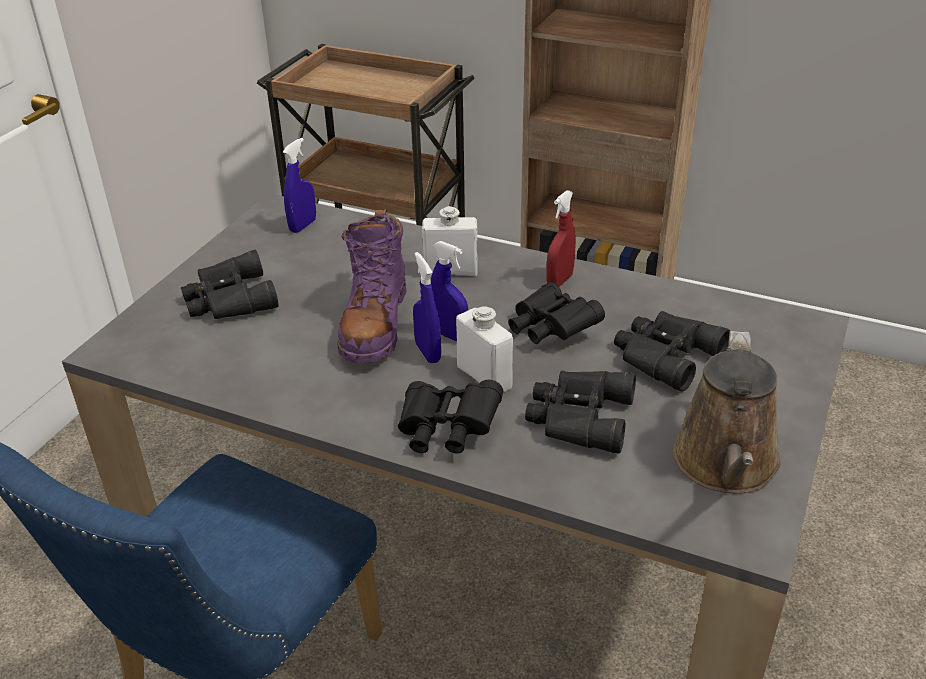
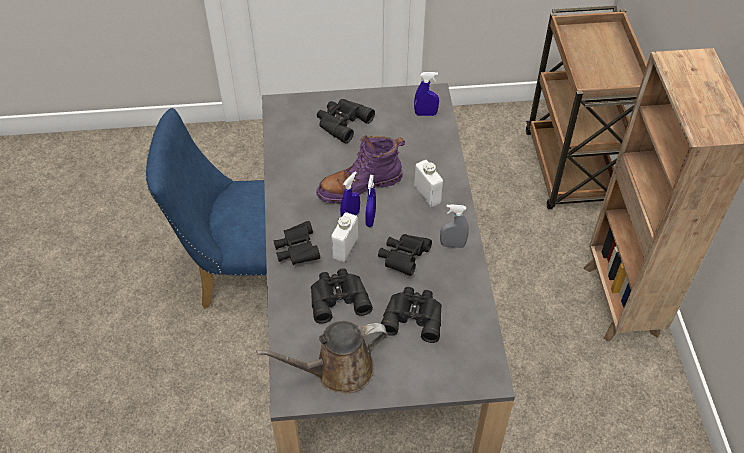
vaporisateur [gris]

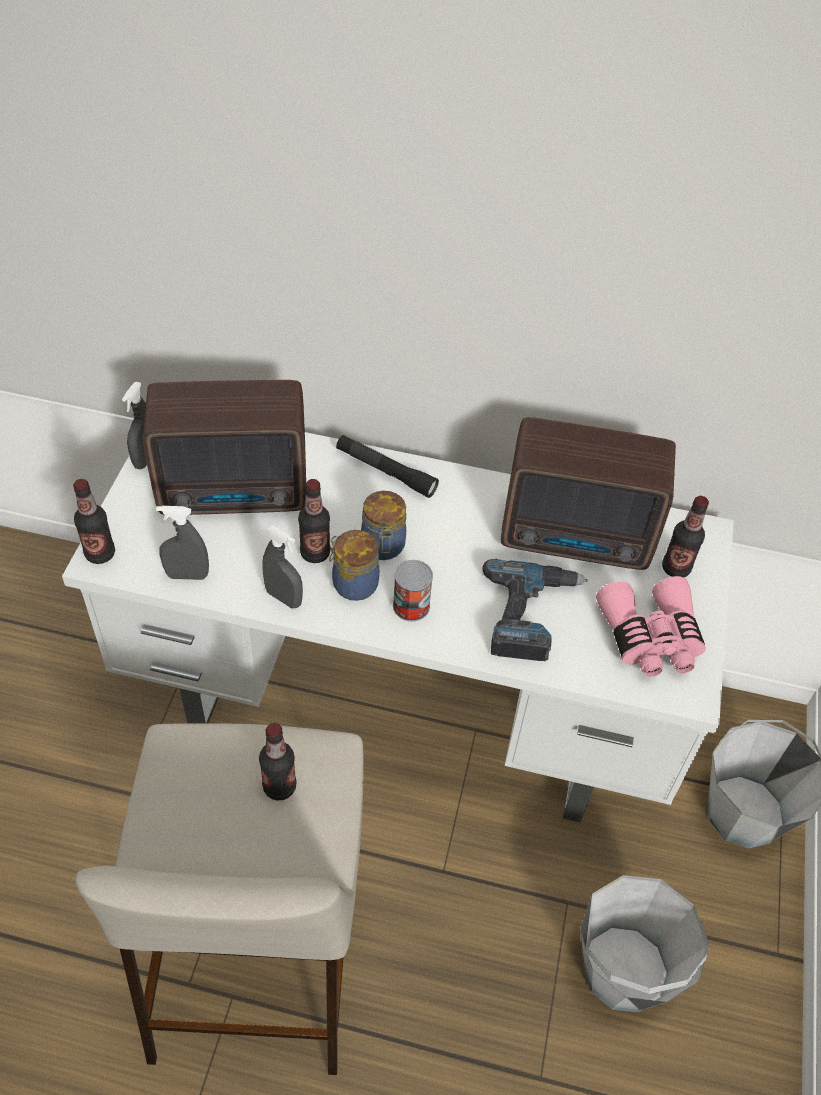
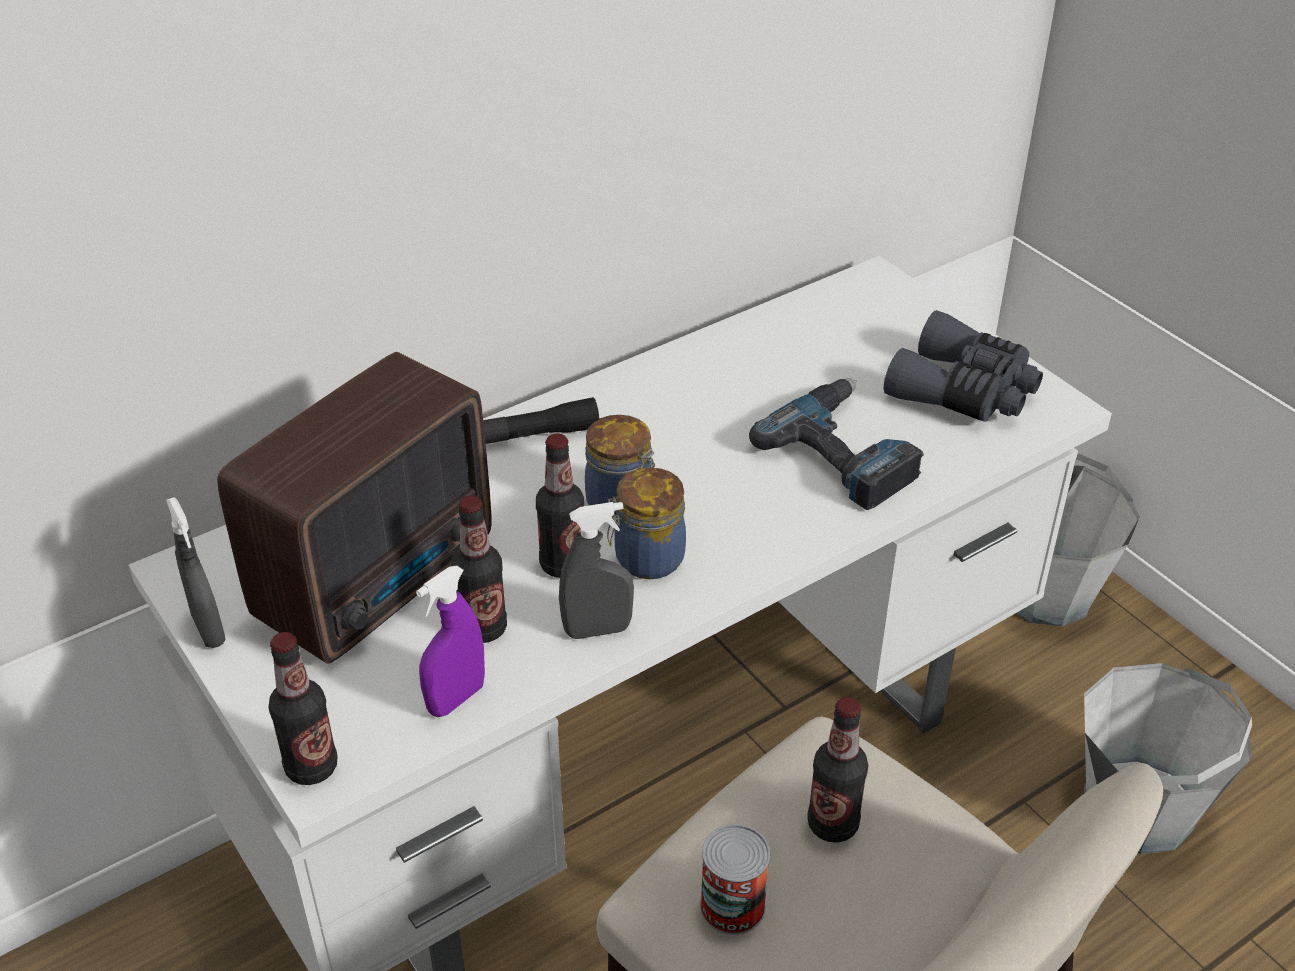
radio (no. 2 from left in the first image)
bouteille (no. 2 from left)
vaporisateur [violet]
boîte métallique
jumelles [gris]

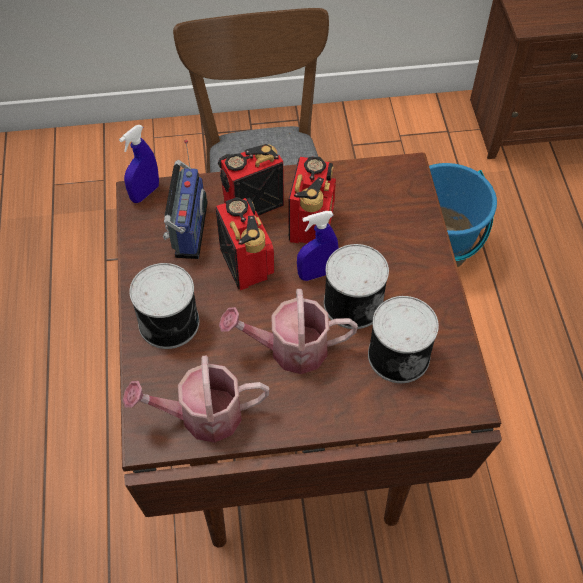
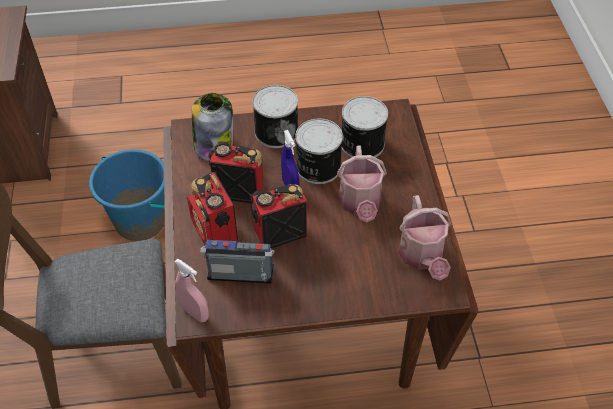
vaporisateur [rose]
boîte métallique (no. 1 from left)
bocal

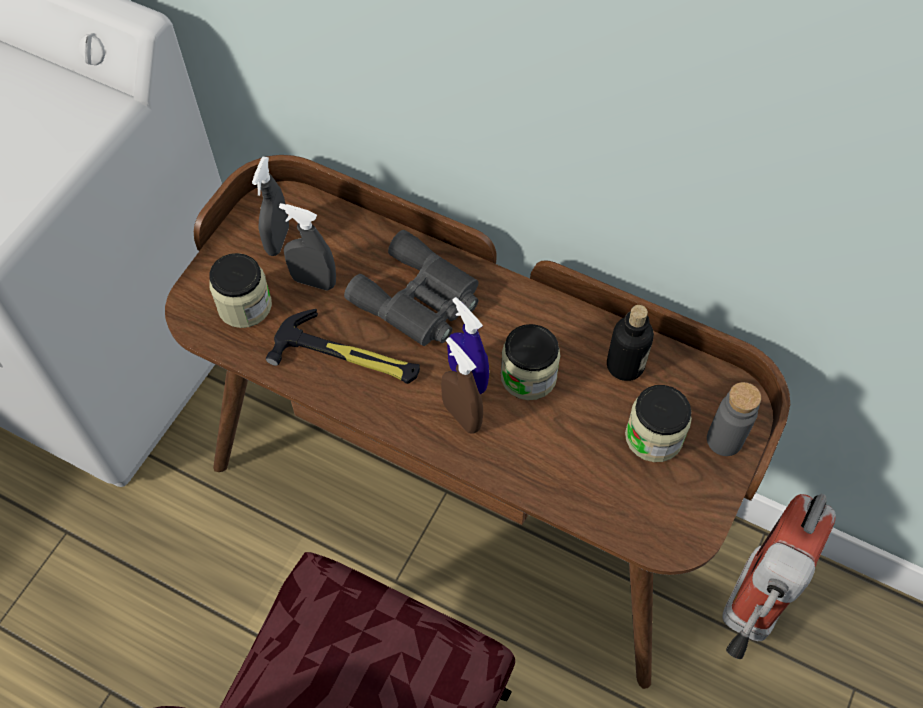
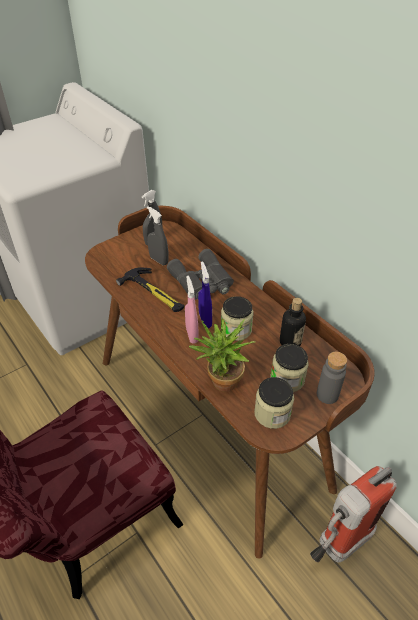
bocal (no. 2 from left)
vaporisateur [rose]
plante en pot

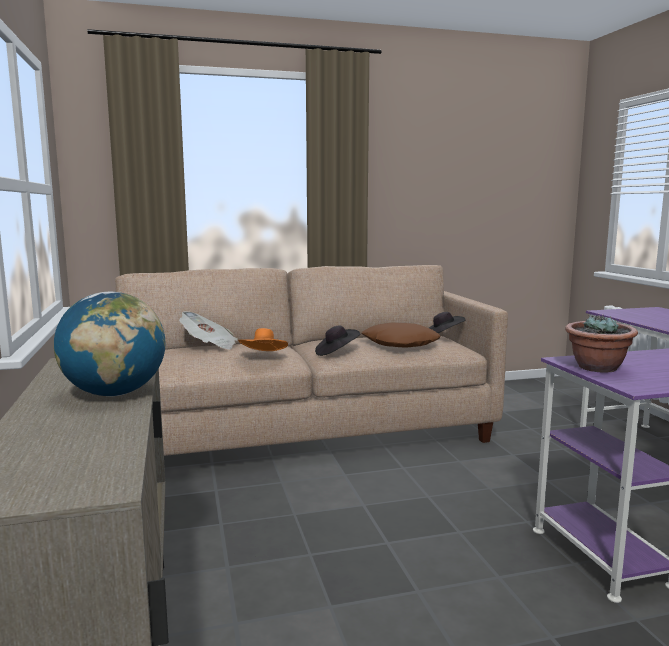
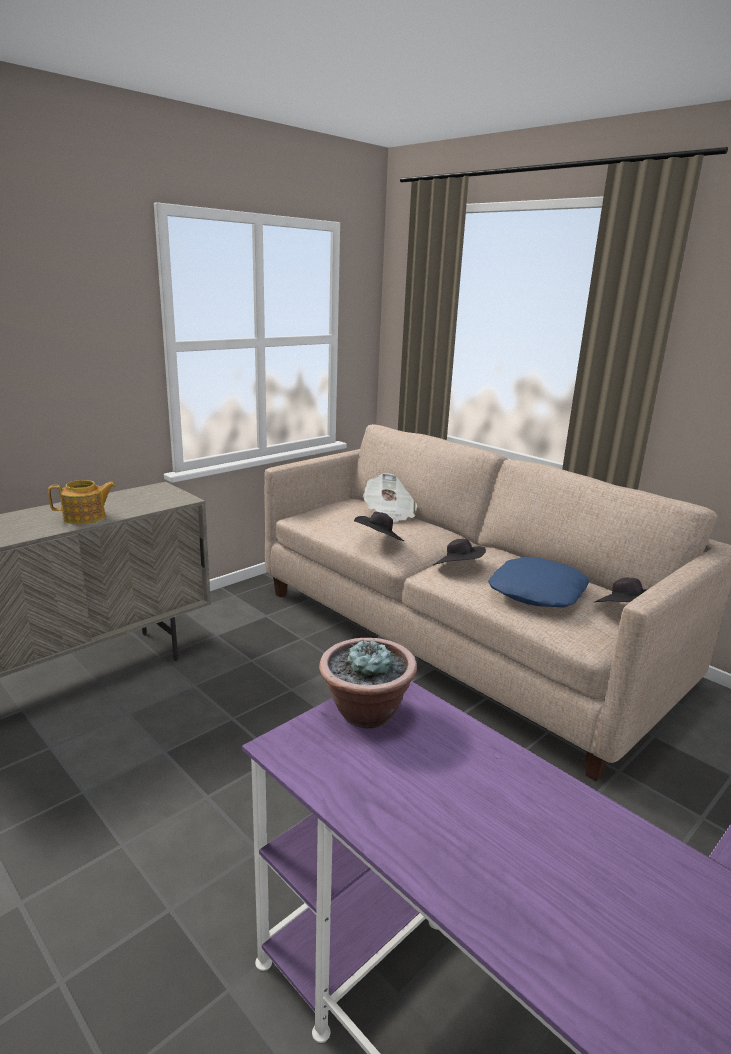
théière
coussin [bleu]
chapeau [noir] (no. 1 from left)

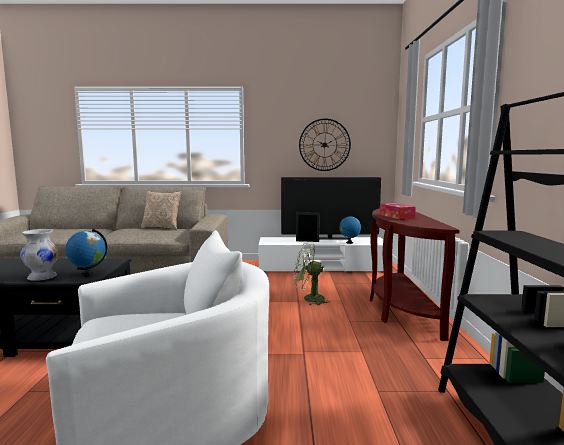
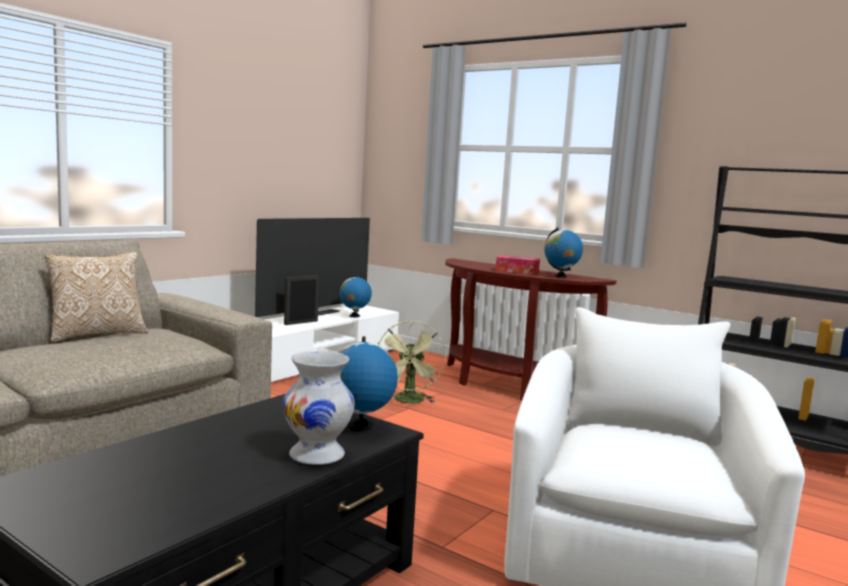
horloge murale
ventilateur [vert]
globe (no. 3 from left)

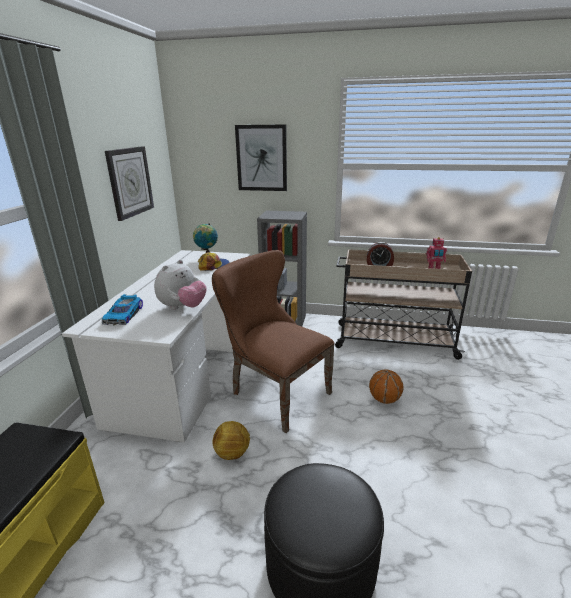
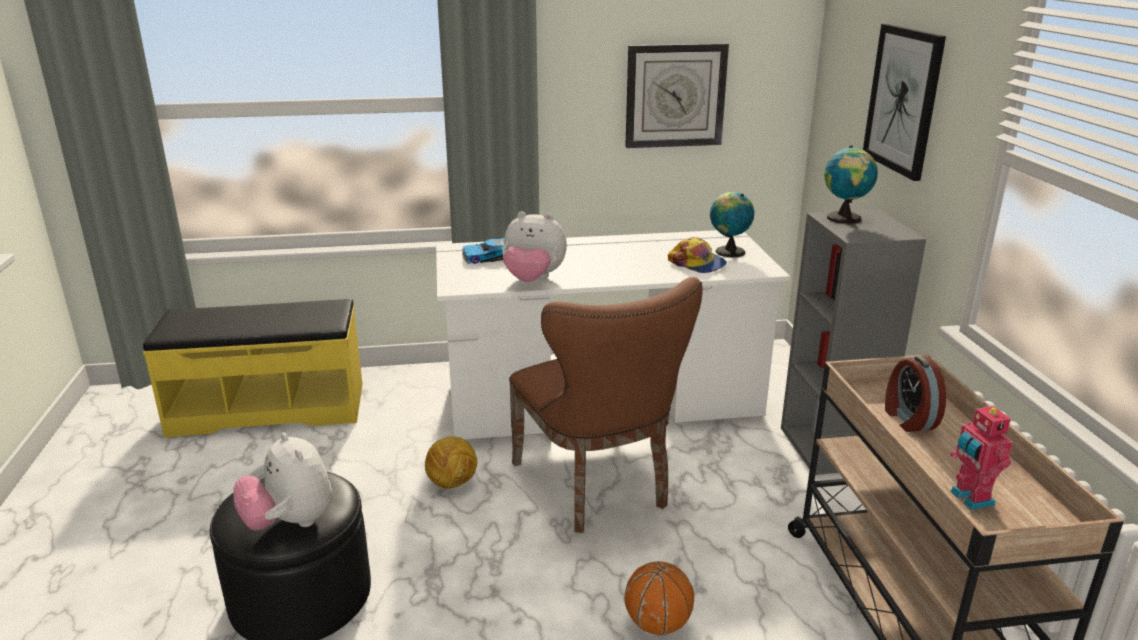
chaise [marron]
globe (no. 2 from left)
peluche (no. 1 from left)

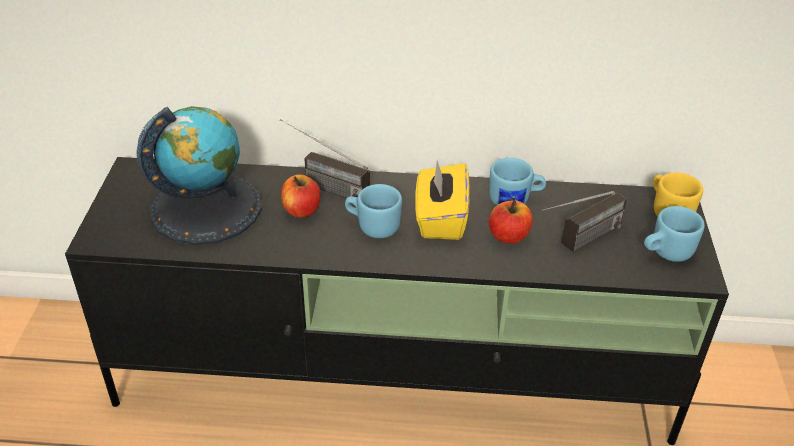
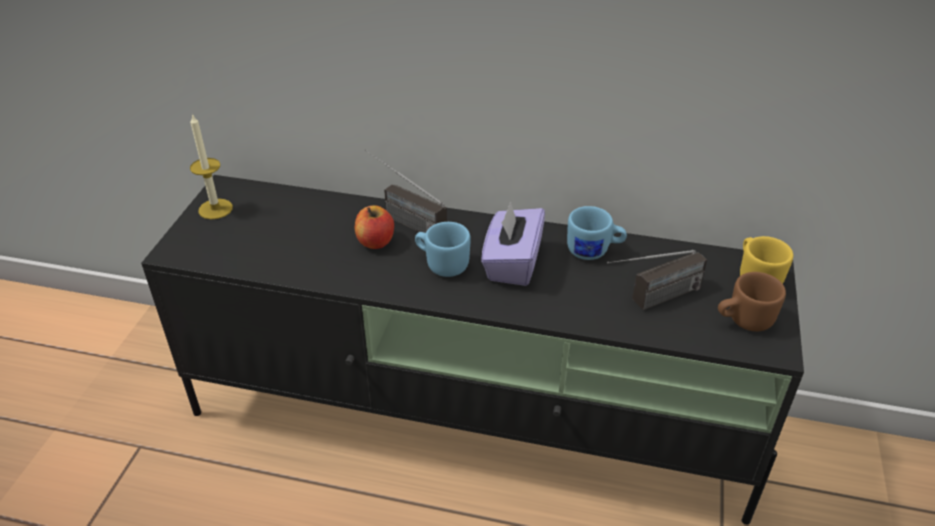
globe
boîte à mouchoirs [violet]
pomme (no. 2 from left in the first image)
mug [marron]
bougie

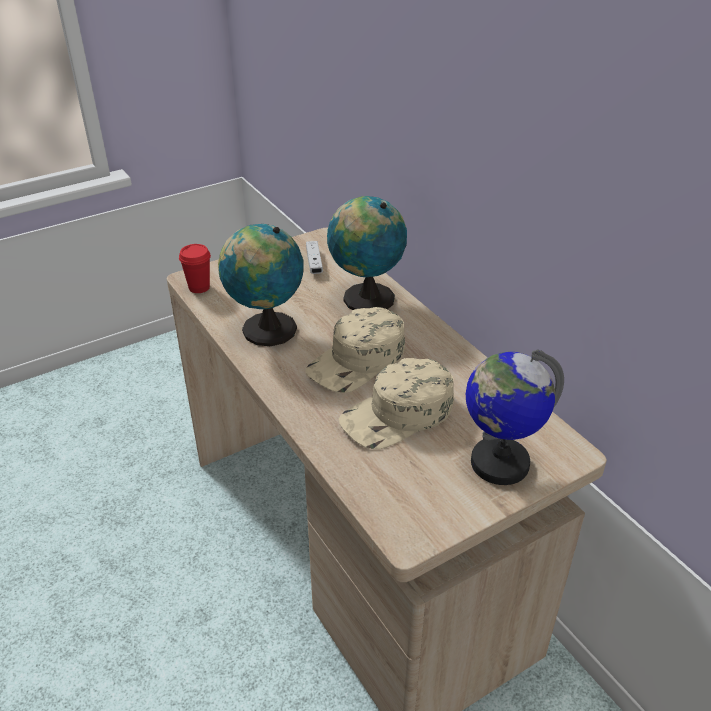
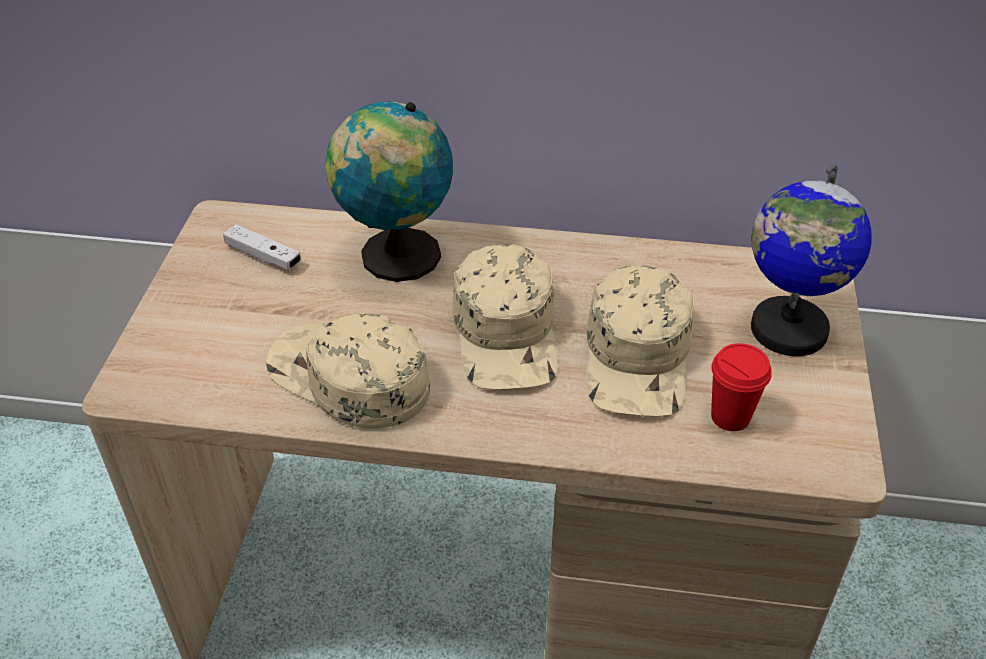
casquette [beige] (no. 1 from left)
tasse [rouge]

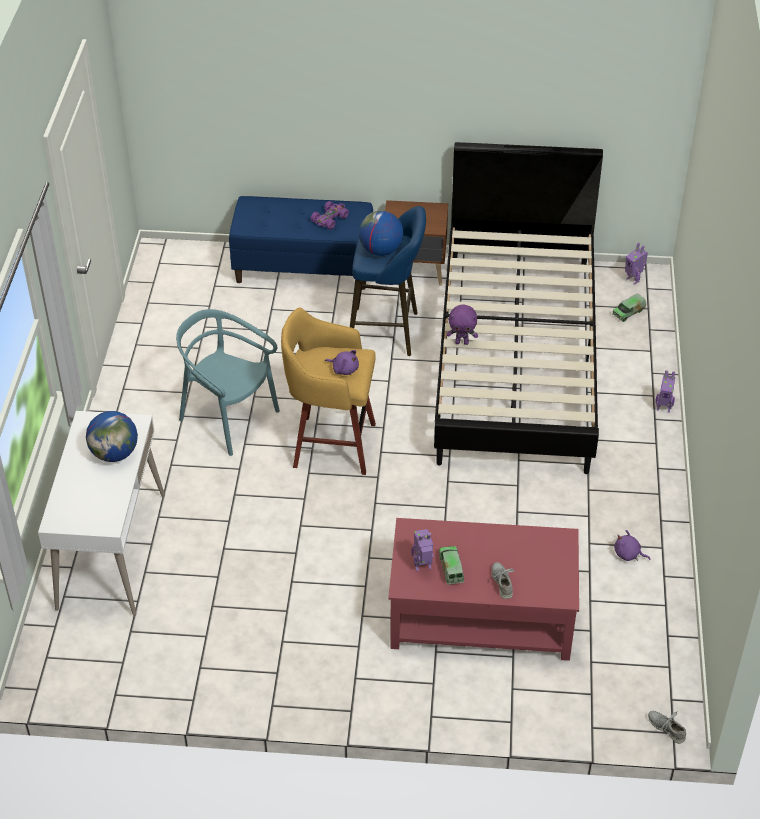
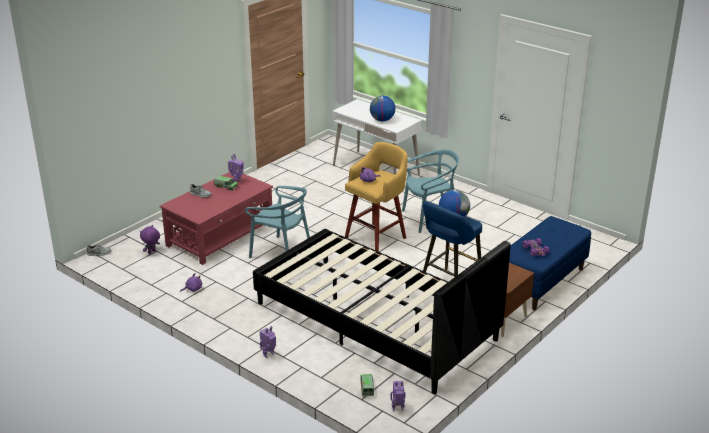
peluche [violet] (no. 1 from left)
chaise [turquoise] (no. 1 from left)

